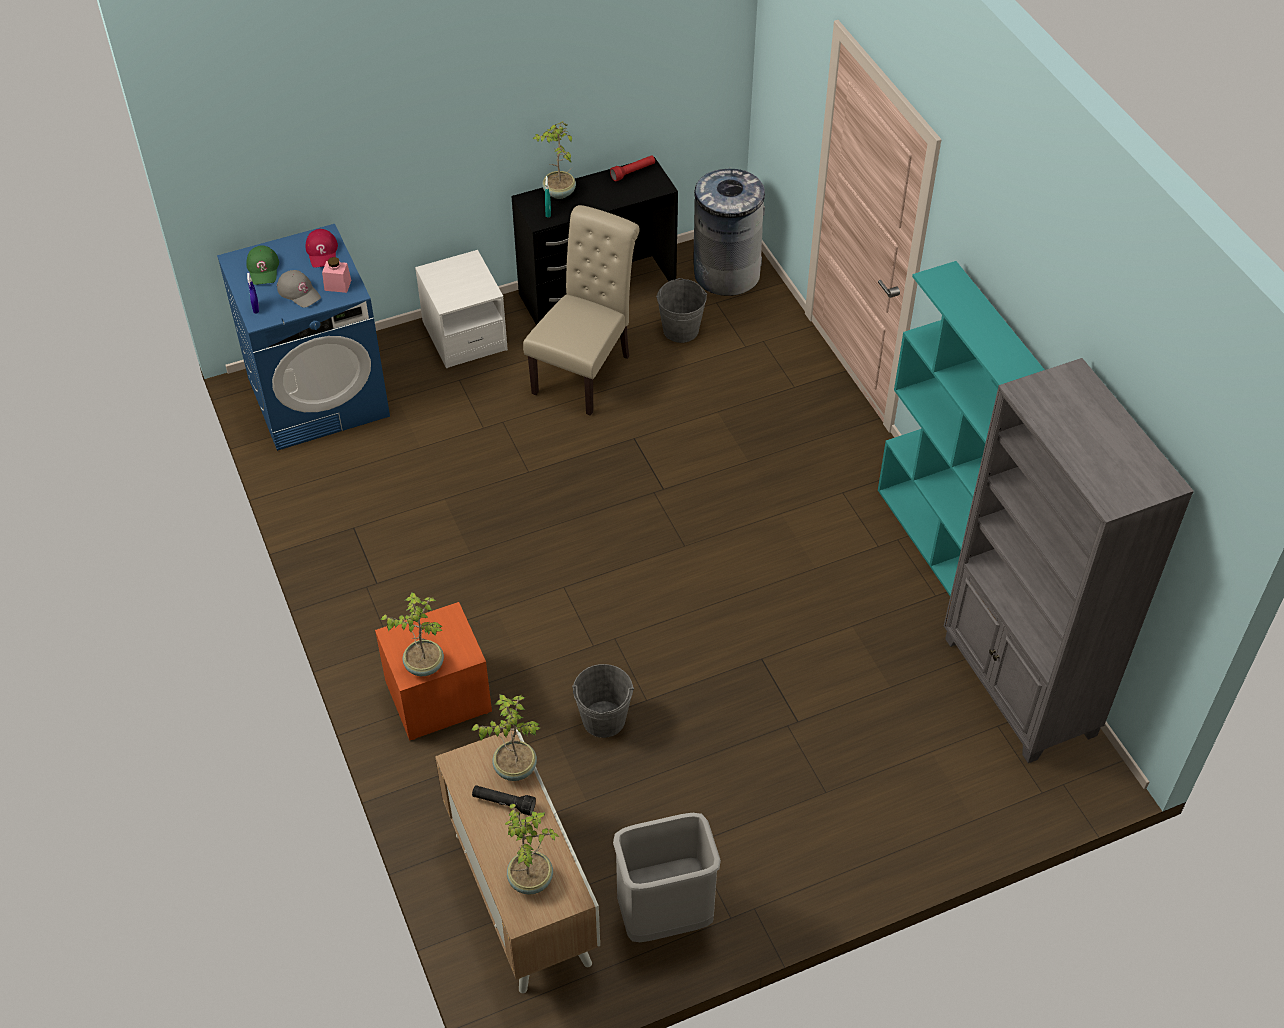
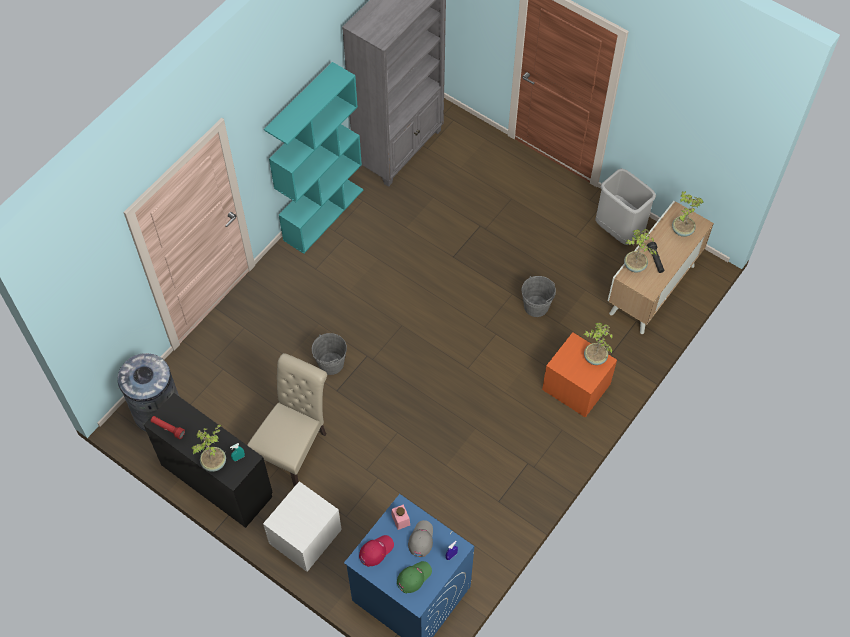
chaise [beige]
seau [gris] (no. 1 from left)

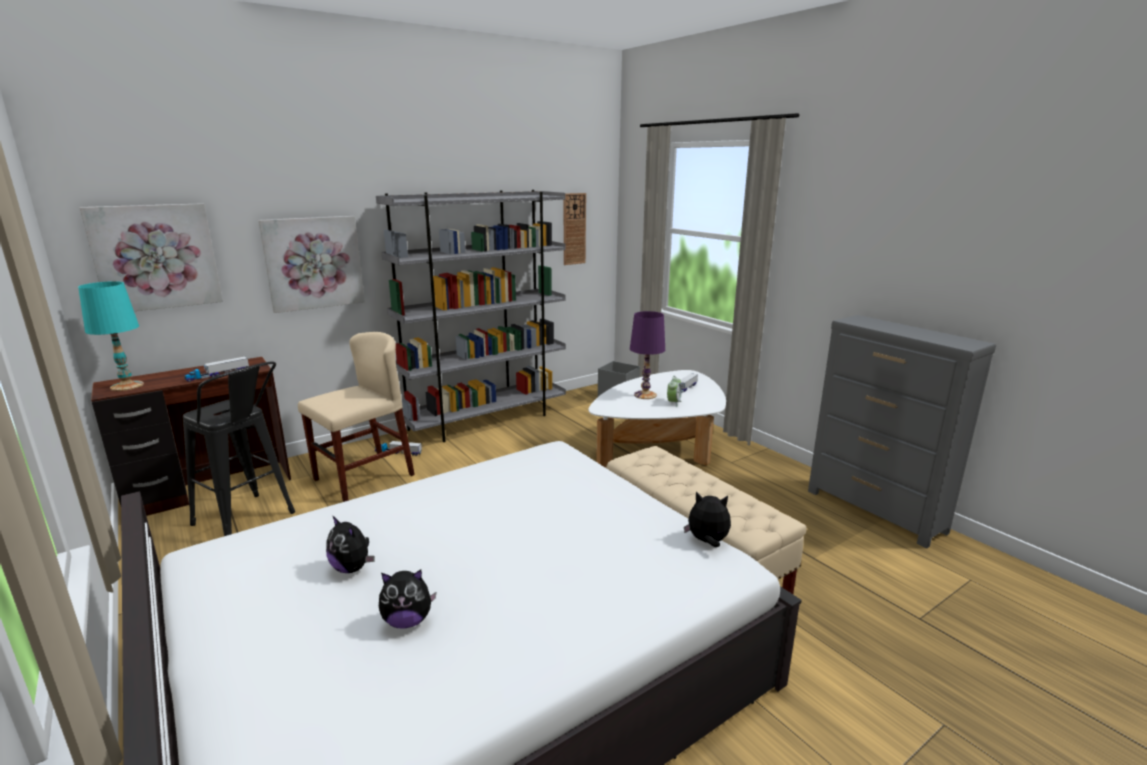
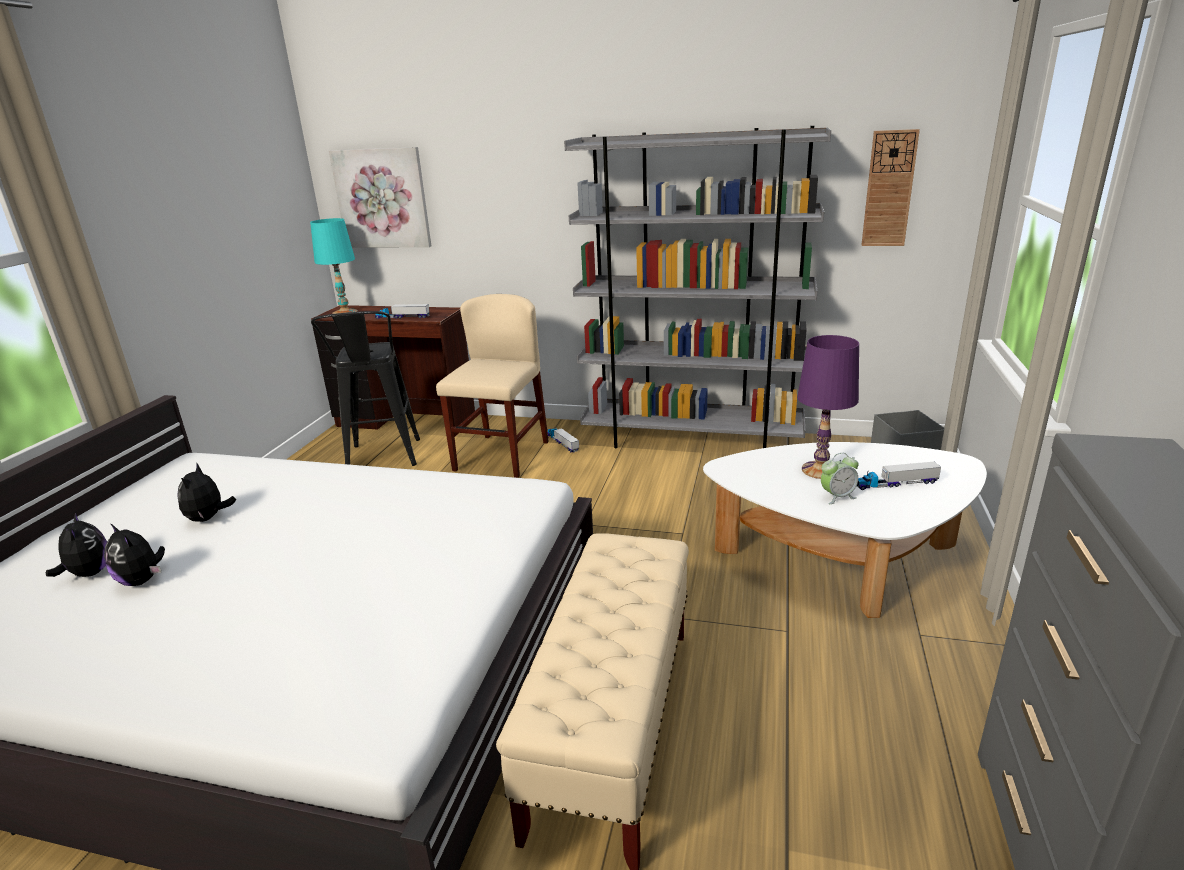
tableau (no. 2 from left in the first image)
chaise [beige]
peluche (no. 1 from left)

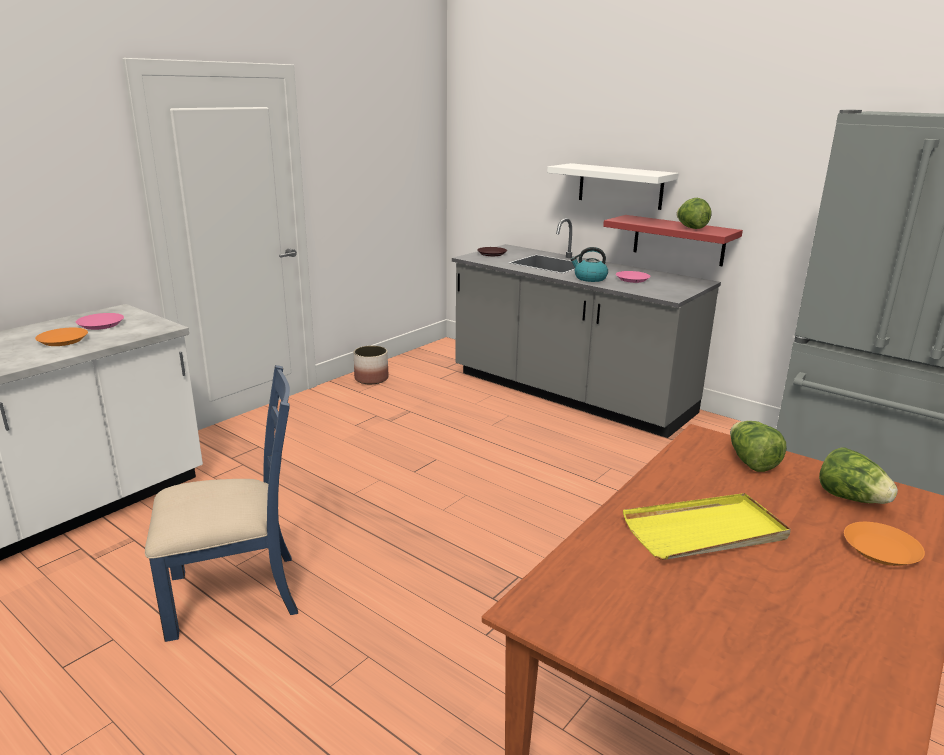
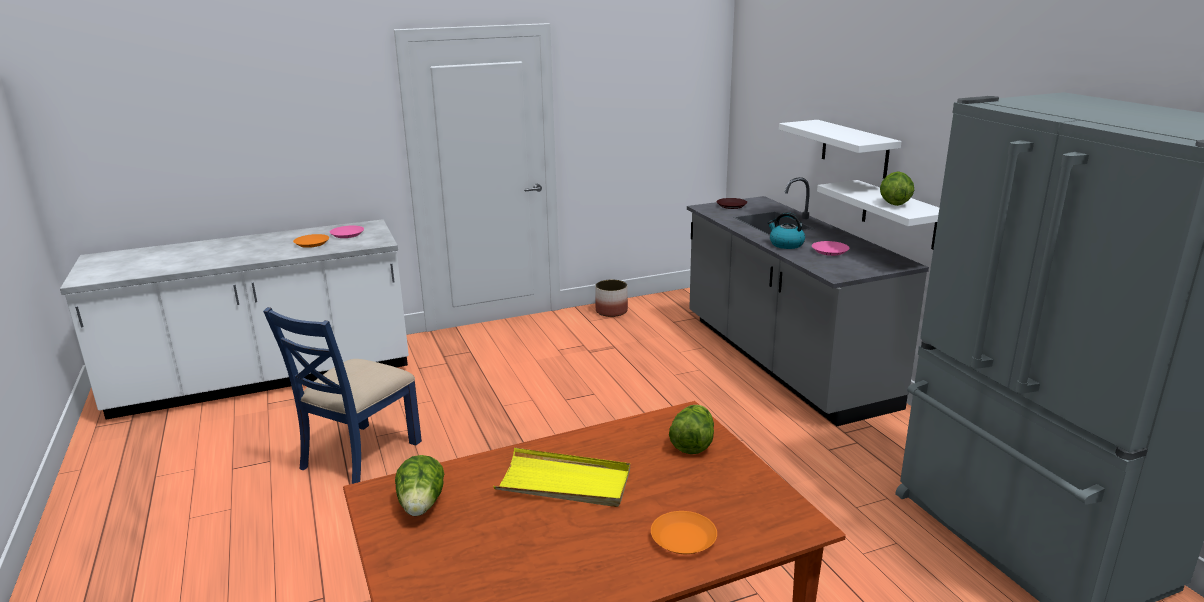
étagère [blanc] (no. 2 from left)
chaise [bleu]
laitue (no. 1 from left)

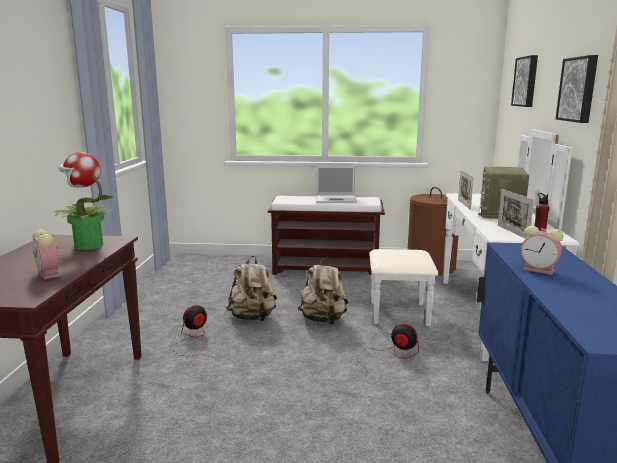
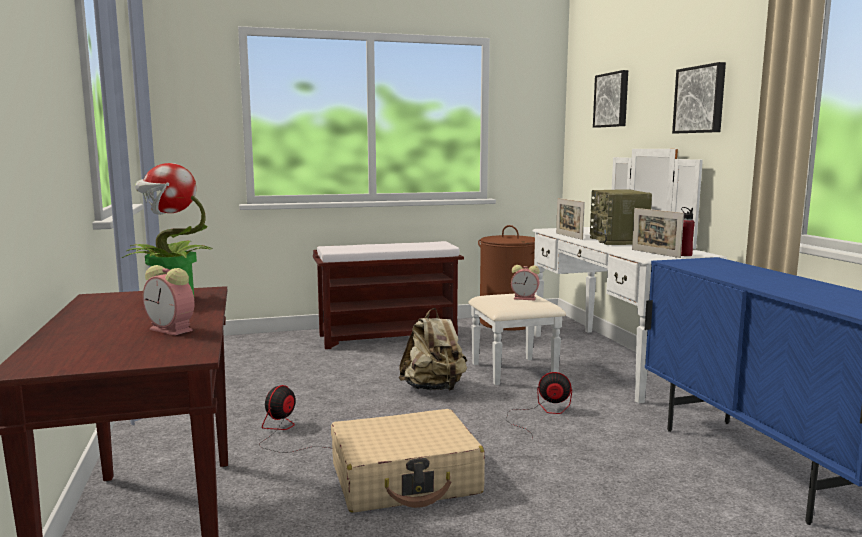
ordinateur portable
réveil (no. 2 from left)
sac à dos [beige] (no. 1 from left in the first image)
valise [beige]

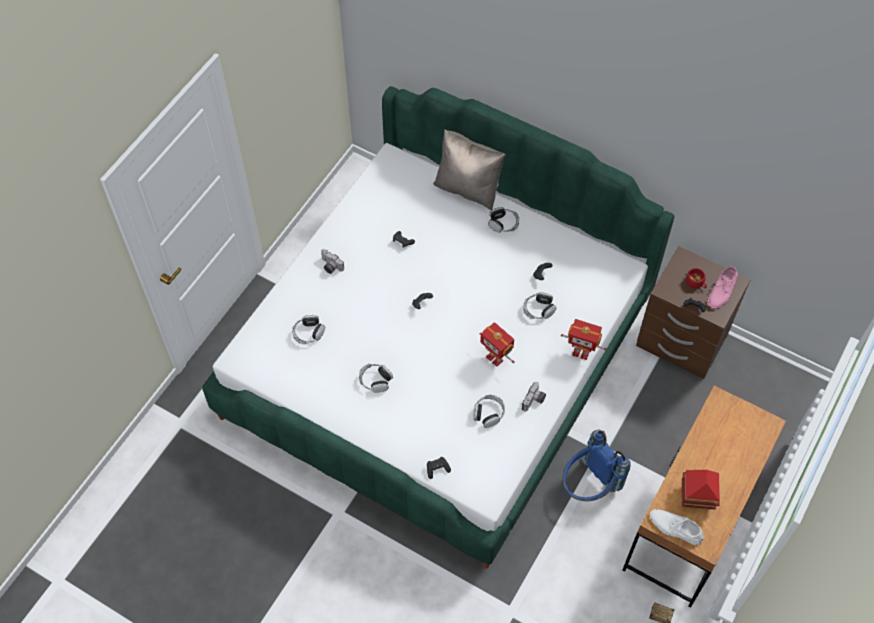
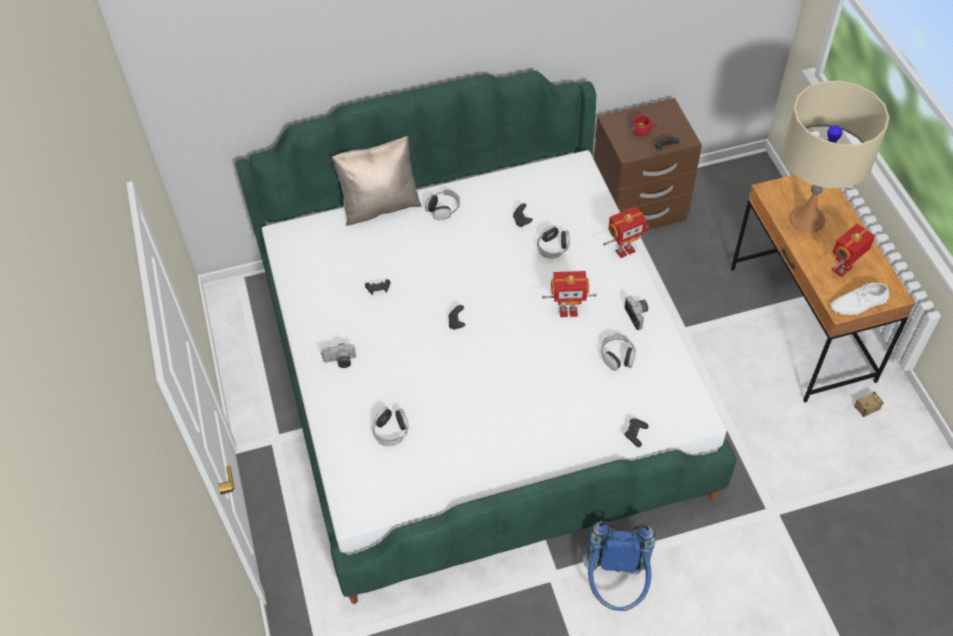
chaussure [rose]
casque audio (no. 2 from left in the first image)
sac à dos [bleu]
robot jouet (no. 3 from left)
lampe de table [beige]

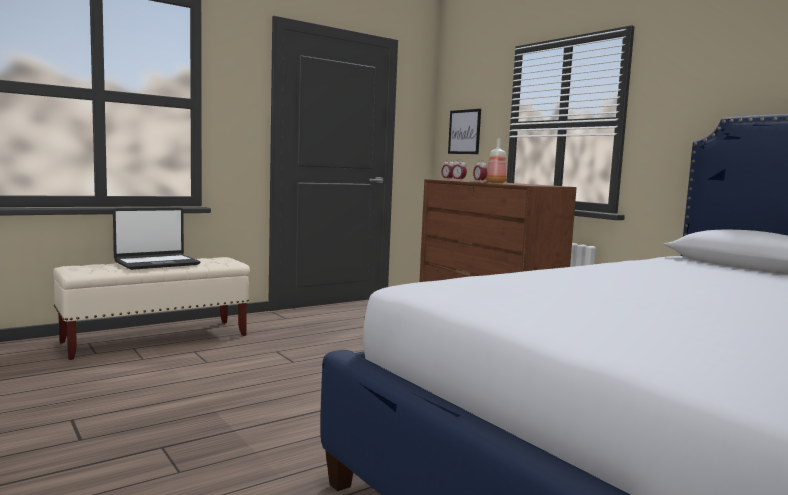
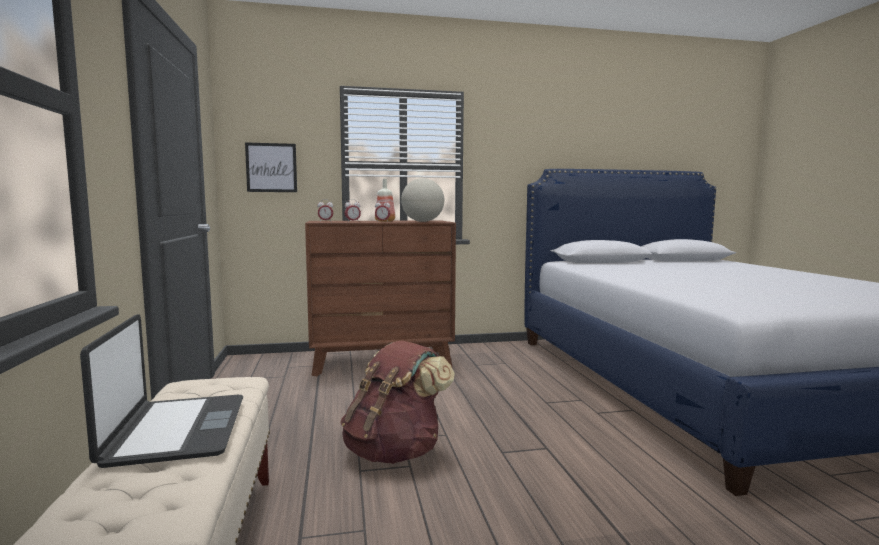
globe
sac à dos [marron]

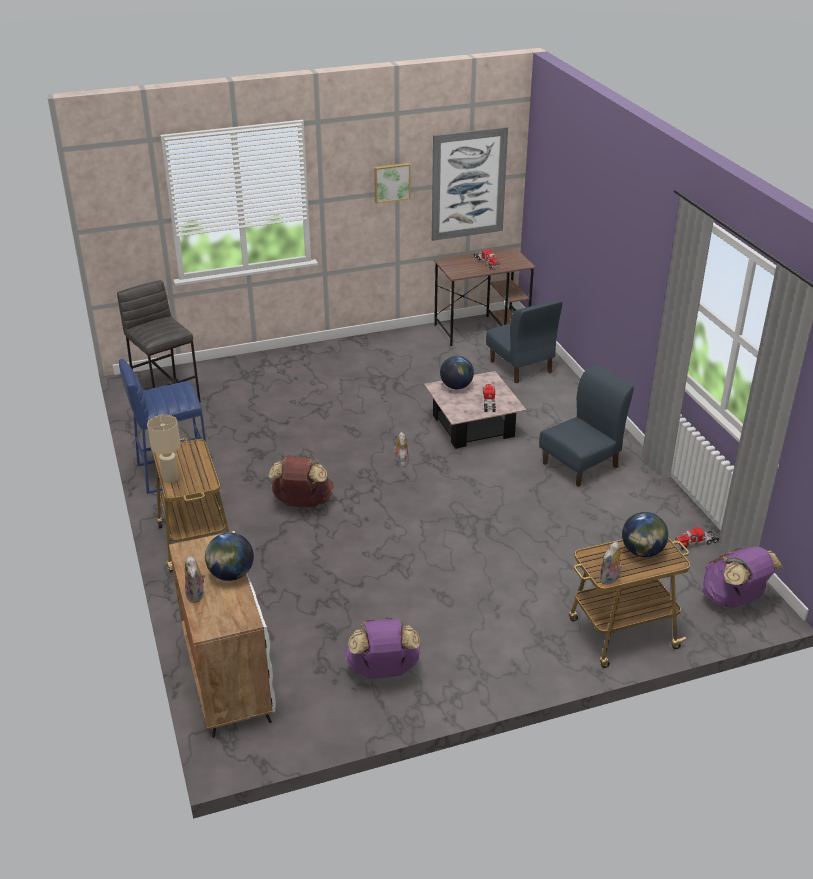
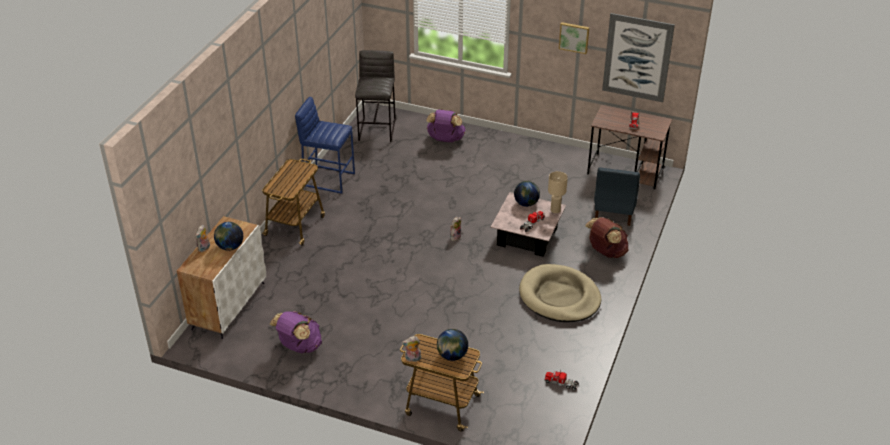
panier pour chien [beige]
lampe de table [beige]
sac à dos [marron]
sac à dos [violet] (no. 2 from left)

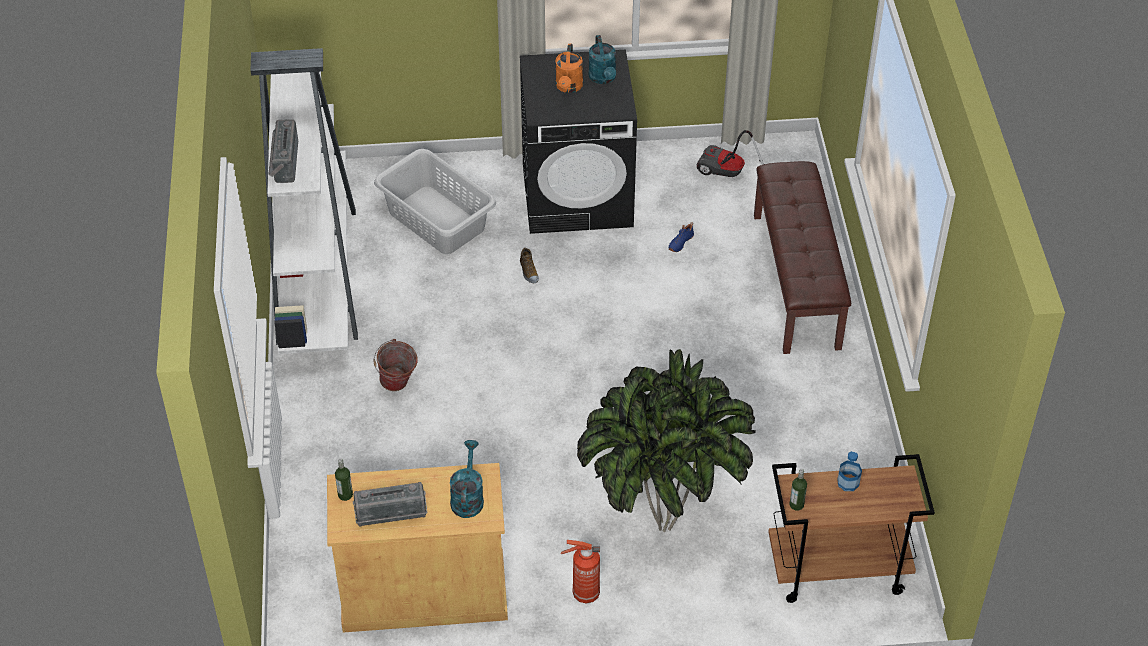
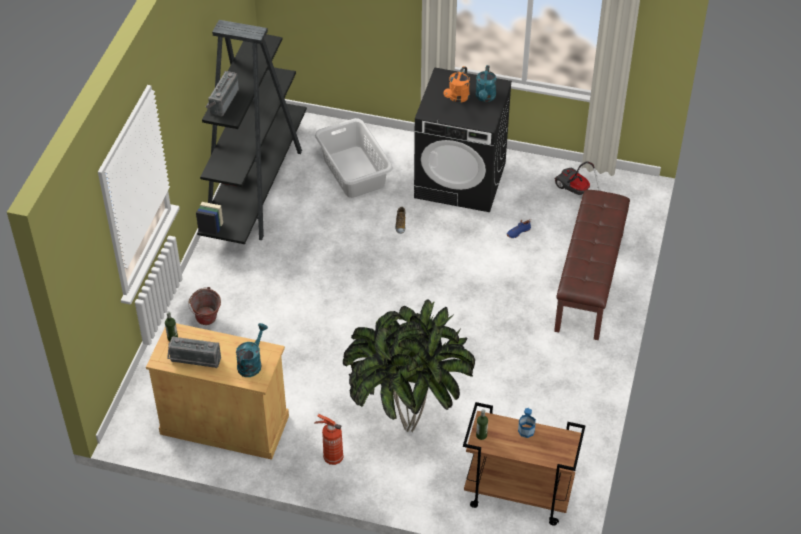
bibliothèque [noir]
seau

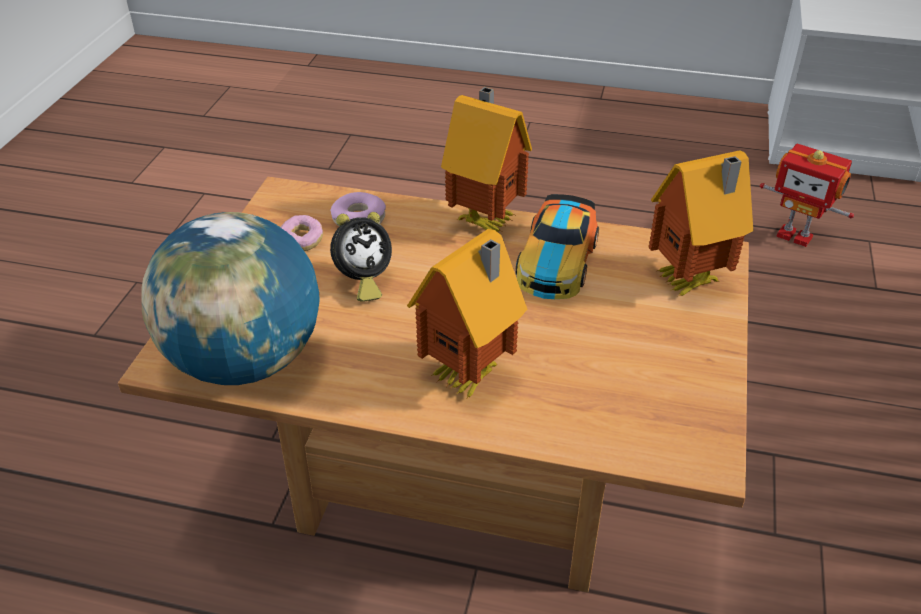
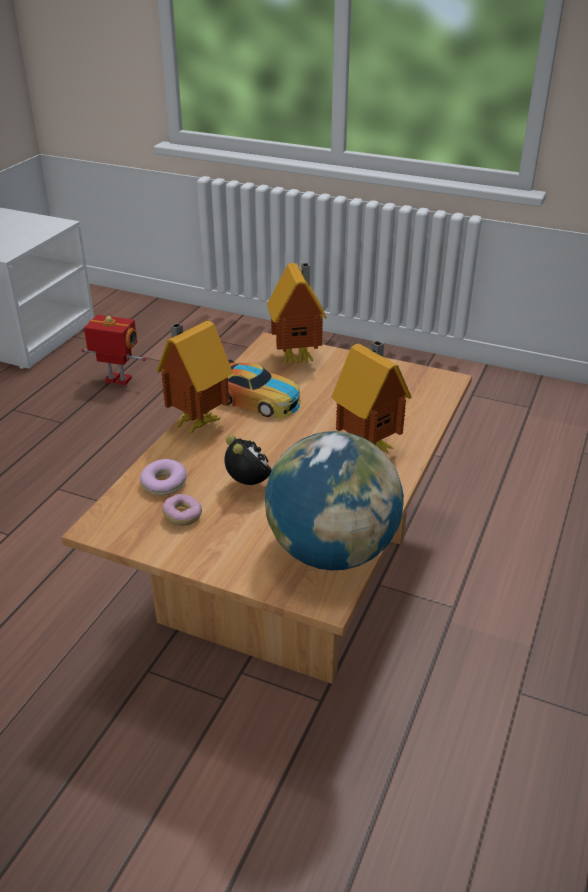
robot jouet

